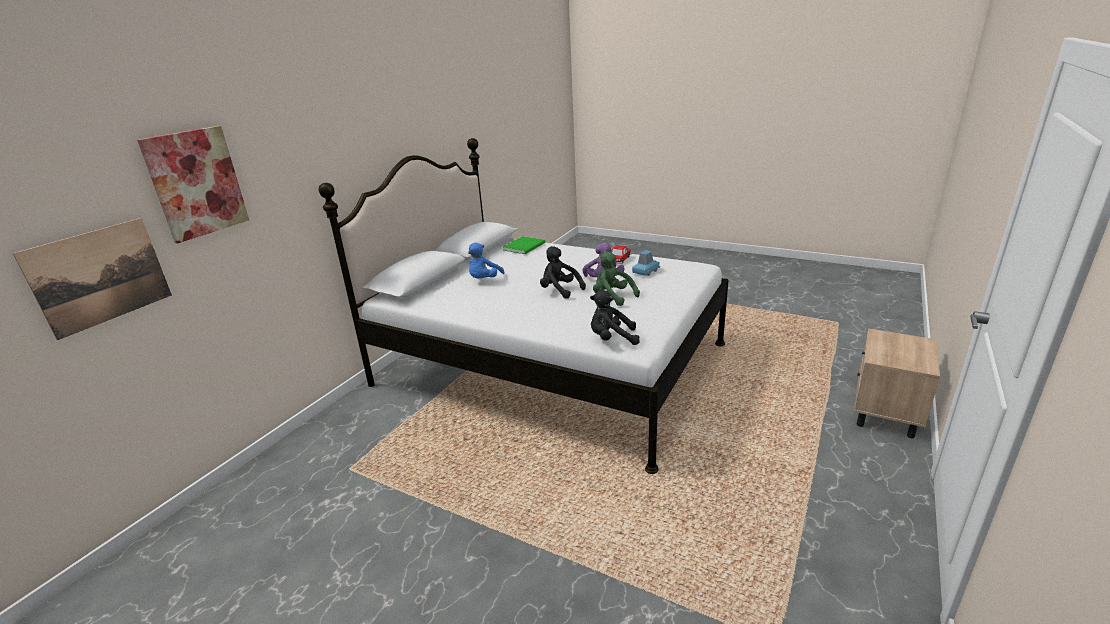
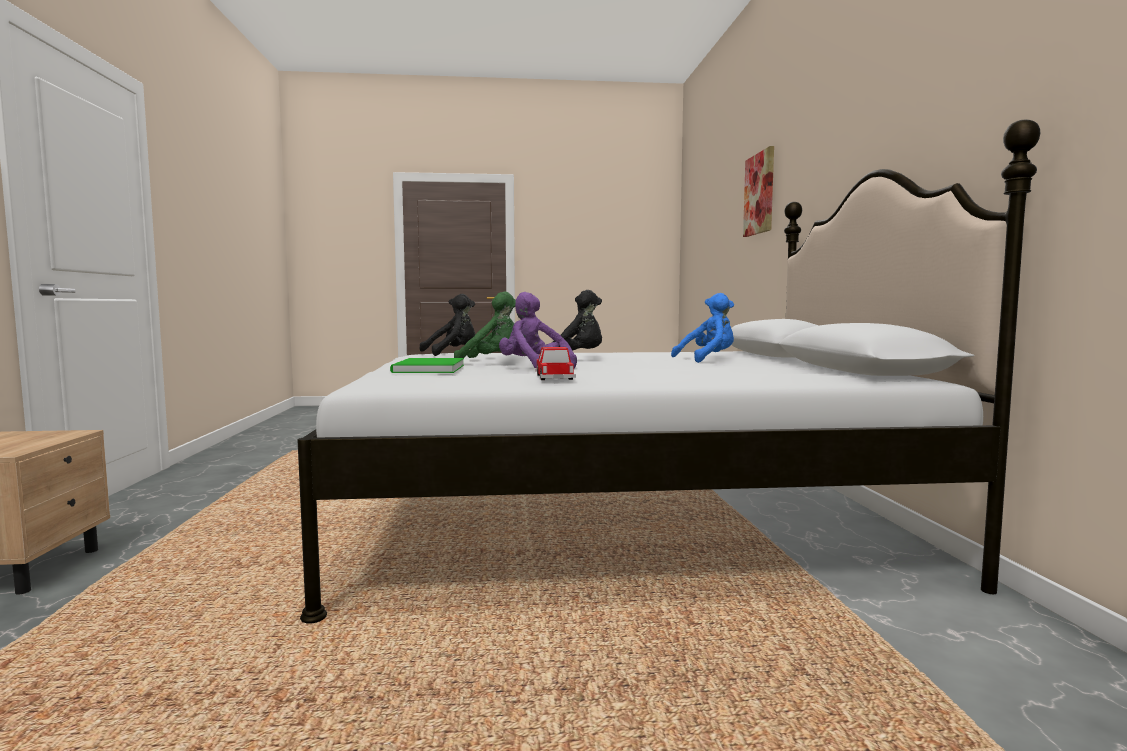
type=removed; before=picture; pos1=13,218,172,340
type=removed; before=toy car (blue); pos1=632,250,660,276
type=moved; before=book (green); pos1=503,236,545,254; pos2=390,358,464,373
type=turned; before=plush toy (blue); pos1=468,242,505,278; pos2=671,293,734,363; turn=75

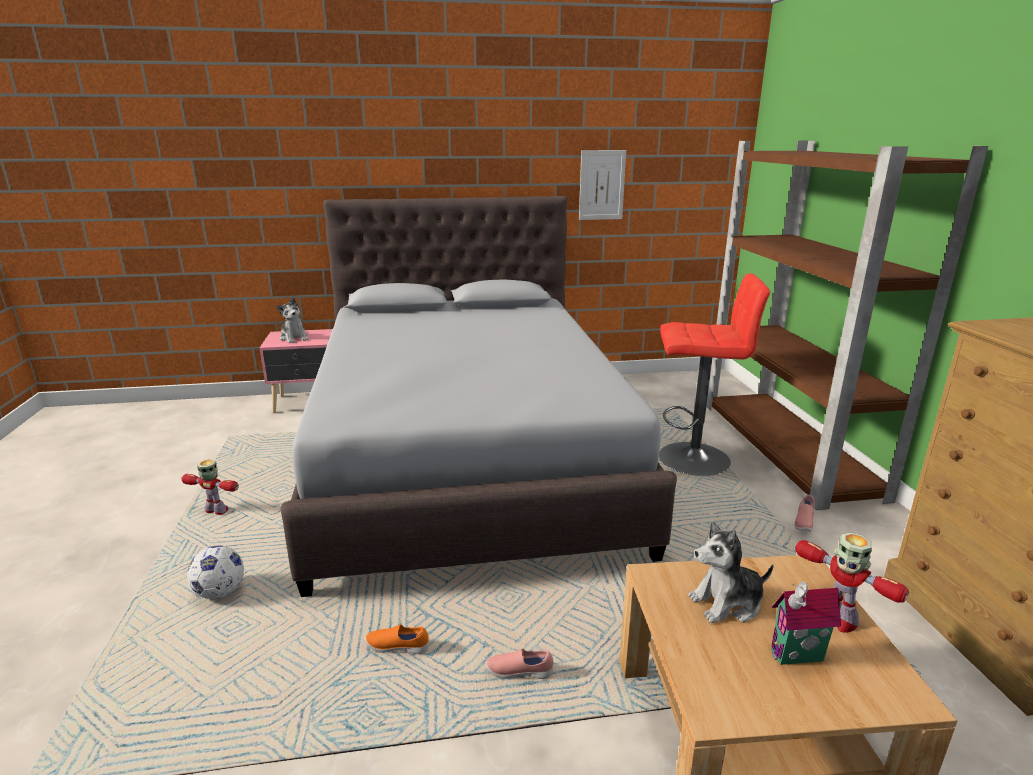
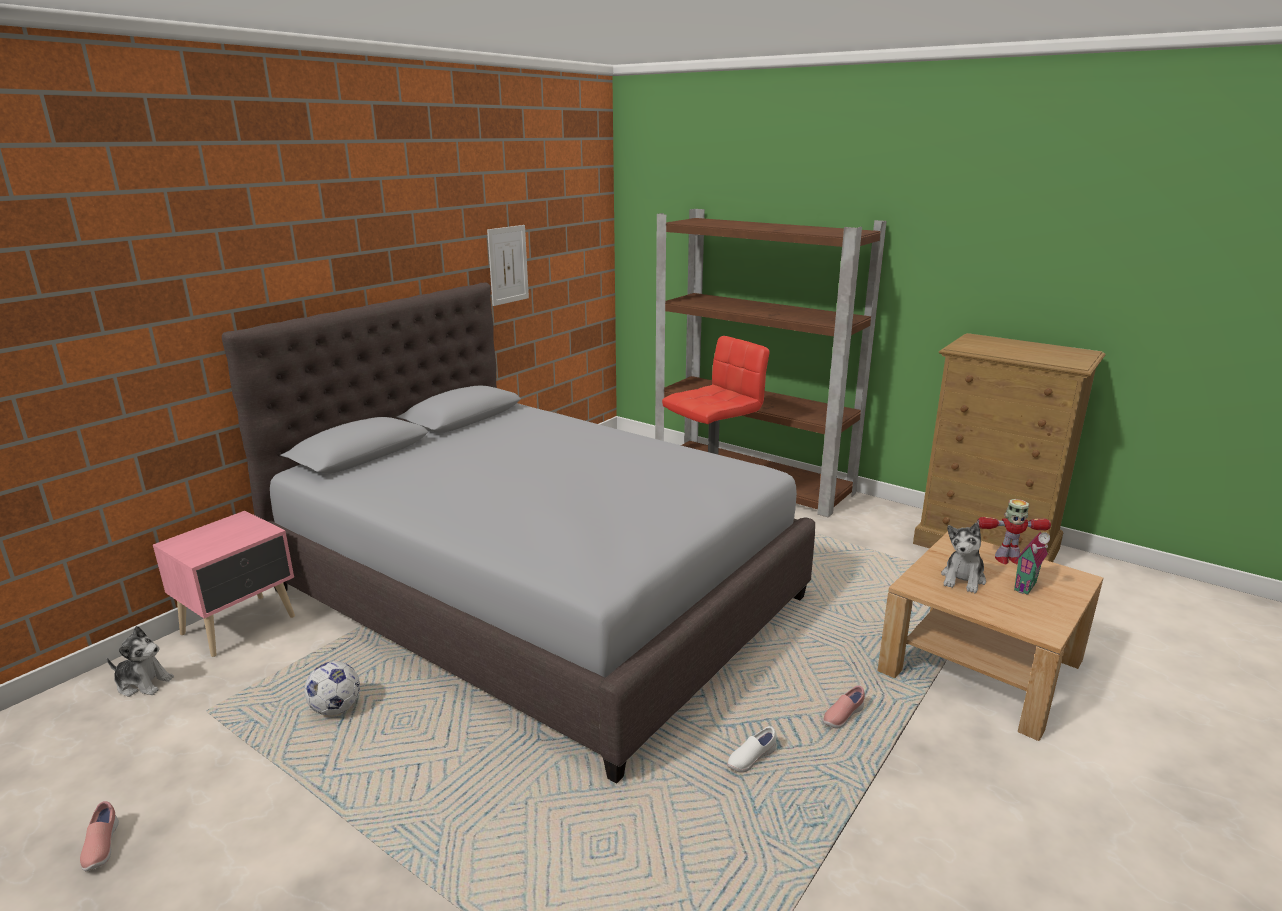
type=removed; before=toy robot; pos1=181,459,239,515
type=moved; before=football; pos1=187,545,244,599; pos2=304,661,360,715
type=moved; before=plush toy; pos1=276,297,308,343; pos2=107,626,174,697
type=moved; before=shoe (pink); pos1=794,495,815,532; pos2=80,801,119,871
type=recoloured; before=shoe (orange); after=shoe (white); pos1=365,625,429,654; pos2=727,726,776,773

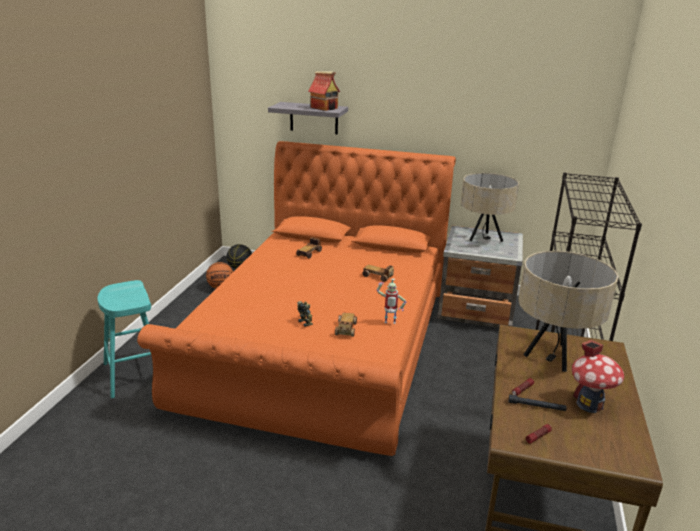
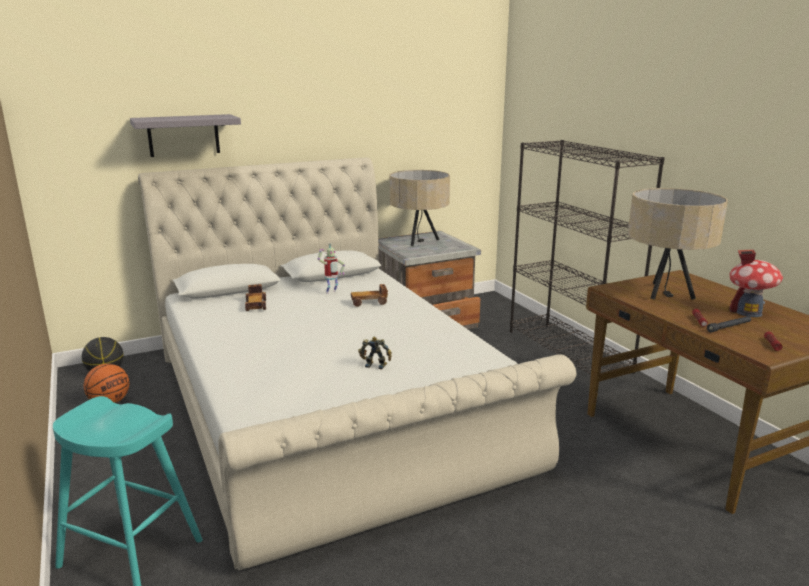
type=removed; before=toy house; pos1=308,71,340,111
type=removed; before=toy car; pos1=335,313,357,337
type=moved; before=toy robot; pos1=377,278,406,324; pos2=318,243,345,294
type=recoloured; before=bed (orange); after=bed (beige); pos1=137,141,456,456; pos2=138,158,576,570

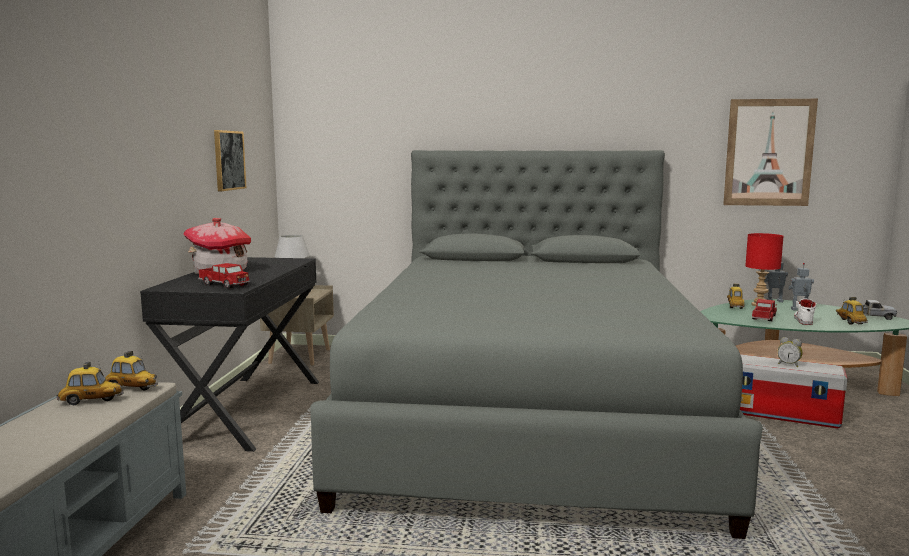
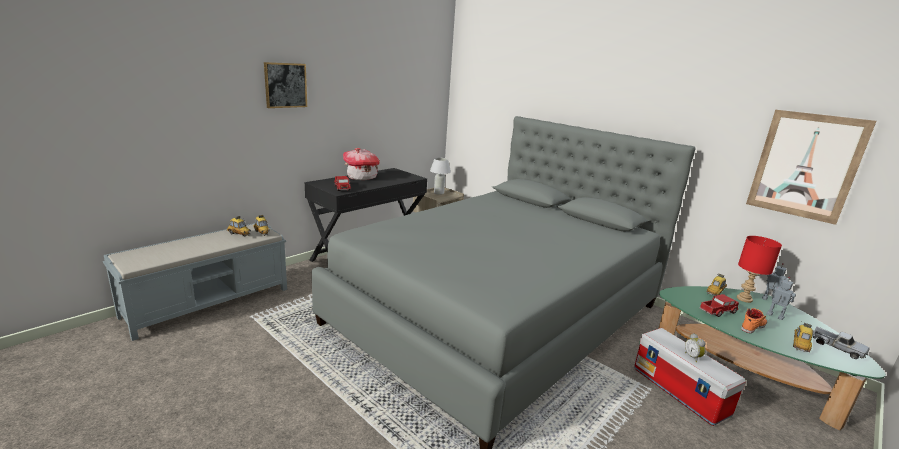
type=moved; before=picture; pos1=214,130,247,191; pos2=264,62,307,108
type=recoloured; before=shoe (white); after=shoe (orange); pos1=794,299,817,325; pos2=741,308,767,333

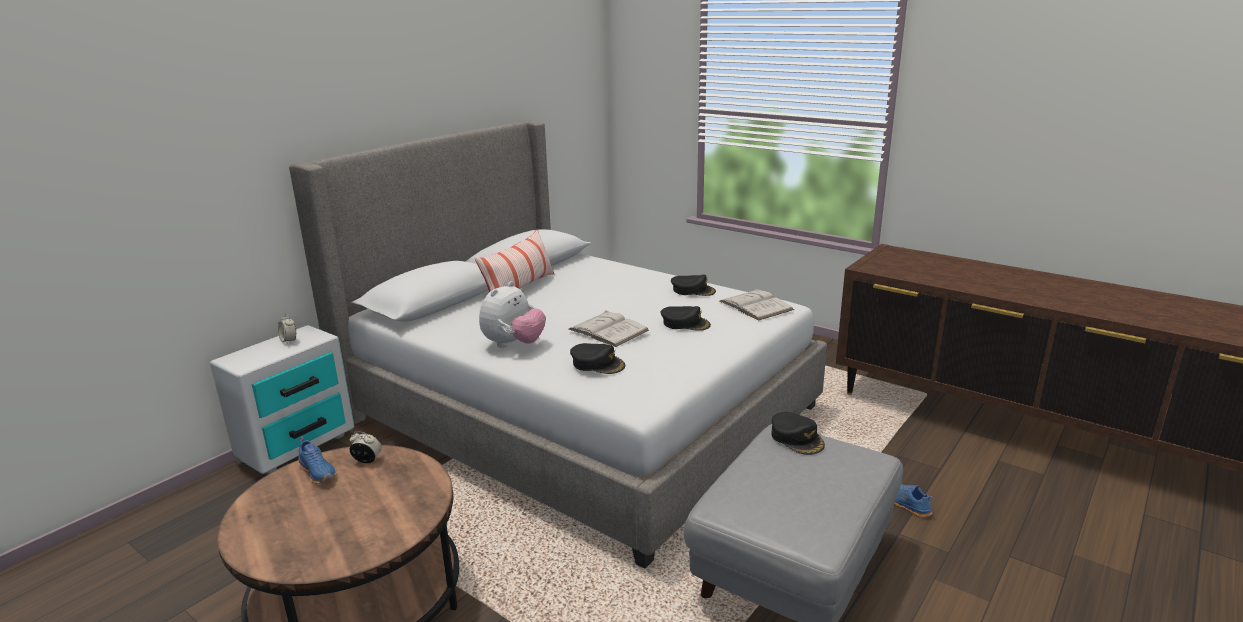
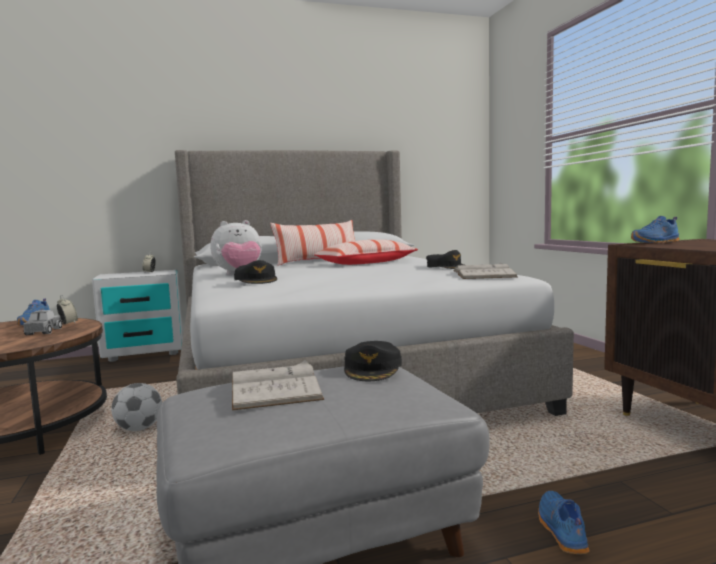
type=removed; before=cap (black); pos1=661,306,711,331
type=added; after=toy truck; pos2=23,310,62,335
type=added; after=football; pos2=111,383,162,431
type=added; after=pillow; pos2=314,239,418,265
type=added; after=shoe (blue); pos2=631,216,680,243
type=moved; before=book (white); pos1=569,310,649,347; pos2=232,359,324,411

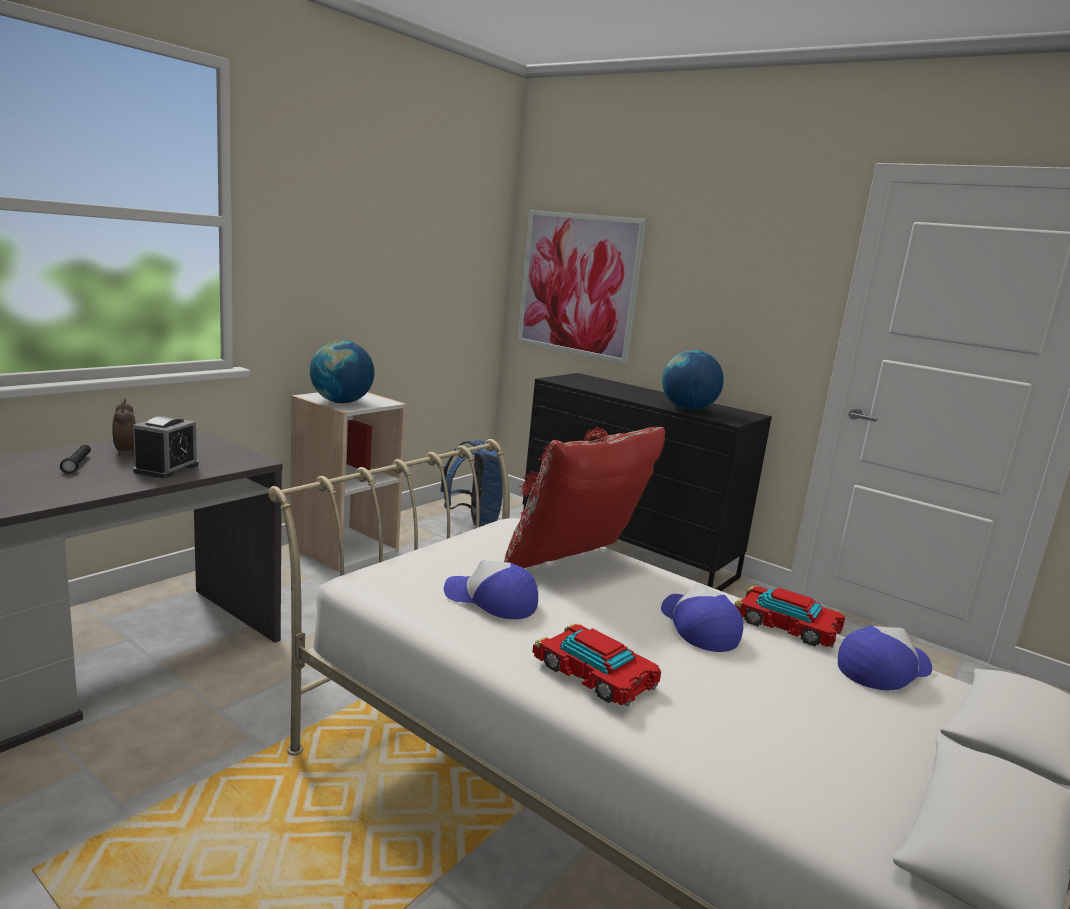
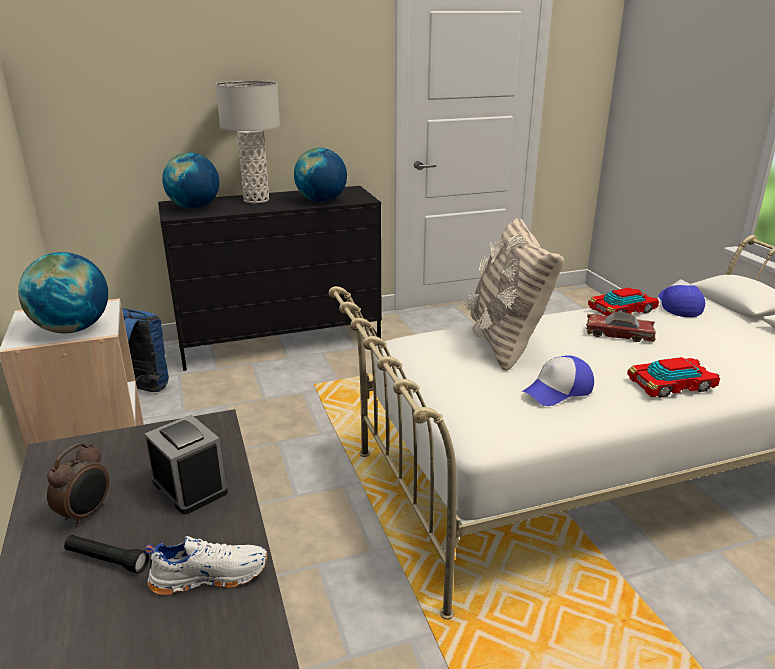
type=removed; before=picture; pos1=517,210,646,364
type=added; after=shoe (white); pos2=145,536,267,596
type=added; after=globe; pos2=162,153,219,209
type=added; after=table lamp (white); pos2=216,81,280,203
type=replaced; before=cap; after=toy car; pos1=661,584,743,652; pos2=586,312,656,342
type=recoloured; before=pillow (red); after=pillow (beige); pos1=504,427,665,568; pos2=463,218,564,371
type=turned; before=alarm clock; pos1=112,398,136,456; pos2=47,443,109,527; turn=-75

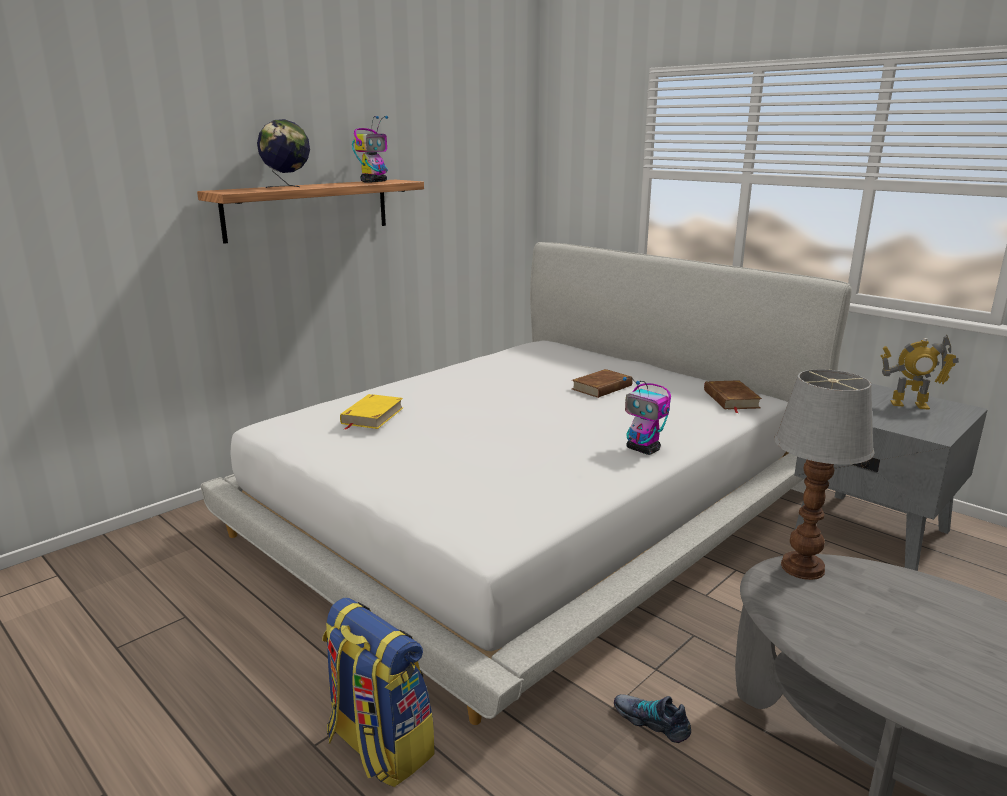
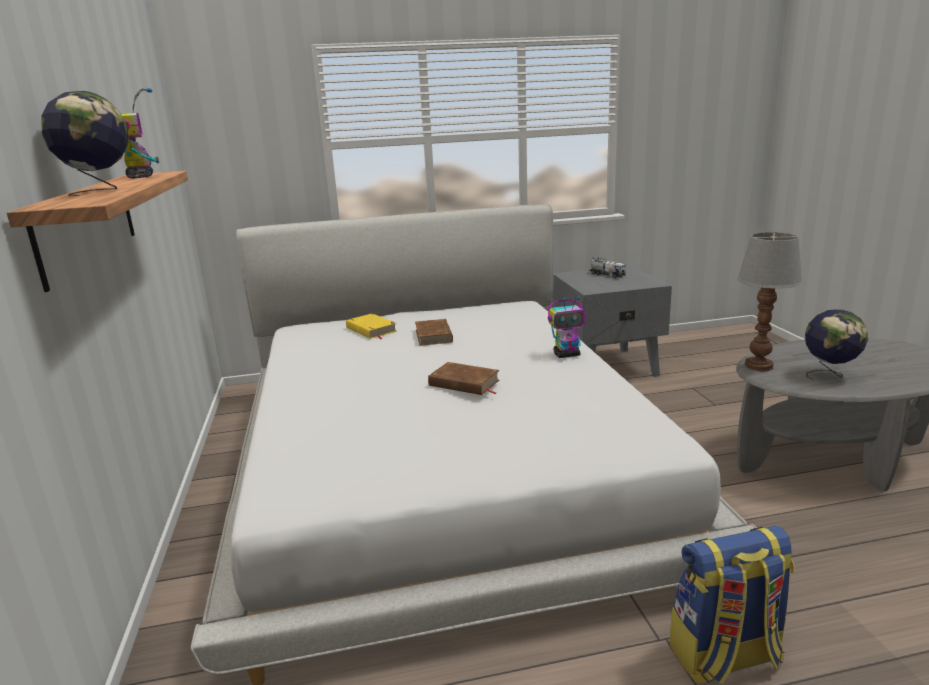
type=removed; before=shoe; pos1=614,694,691,743
type=added; after=globe; pos2=805,309,868,380
type=moved; before=book (yellow); pos1=340,394,403,430; pos2=346,313,397,339
type=moved; before=book (brown); pos1=704,380,762,413; pos2=428,362,499,395
type=replaced; before=toy robot; after=toy truck; pos1=880,335,959,410; pos2=589,257,626,278

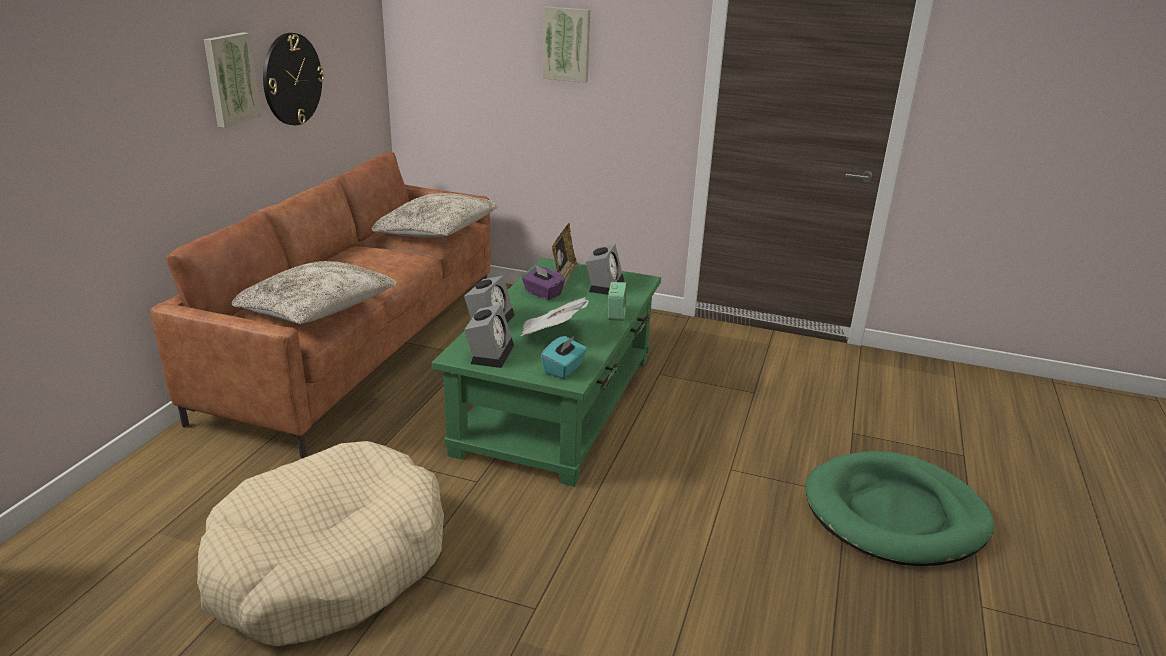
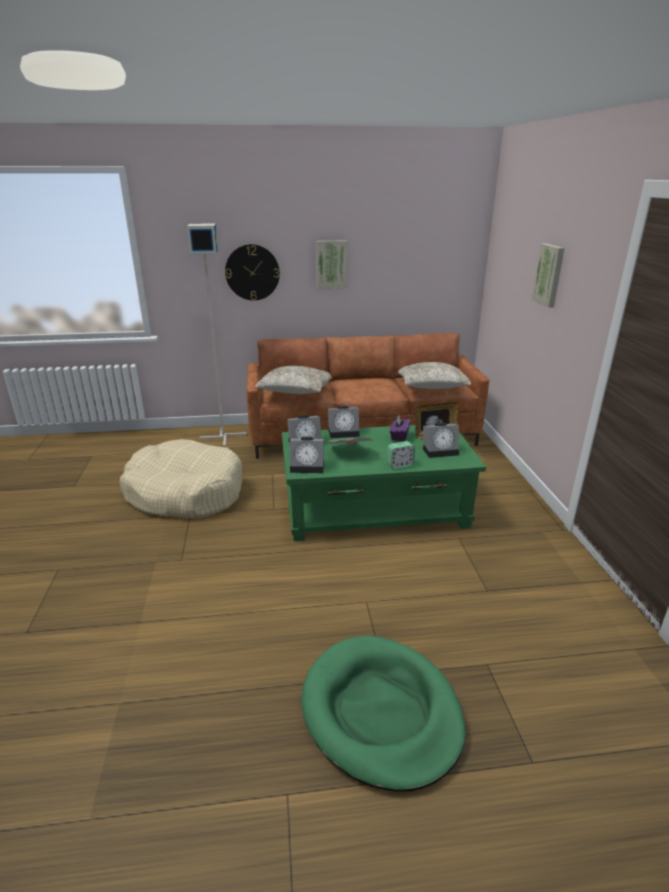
type=added; after=floor lamp (grey); pos2=187,223,247,447
type=moved; before=wall clock; pos1=263,33,324,125; pos2=225,244,280,300
type=replaced; before=tissue box (turquoise); after=alarm clock; pos1=541,336,587,379; pos2=290,437,324,473

